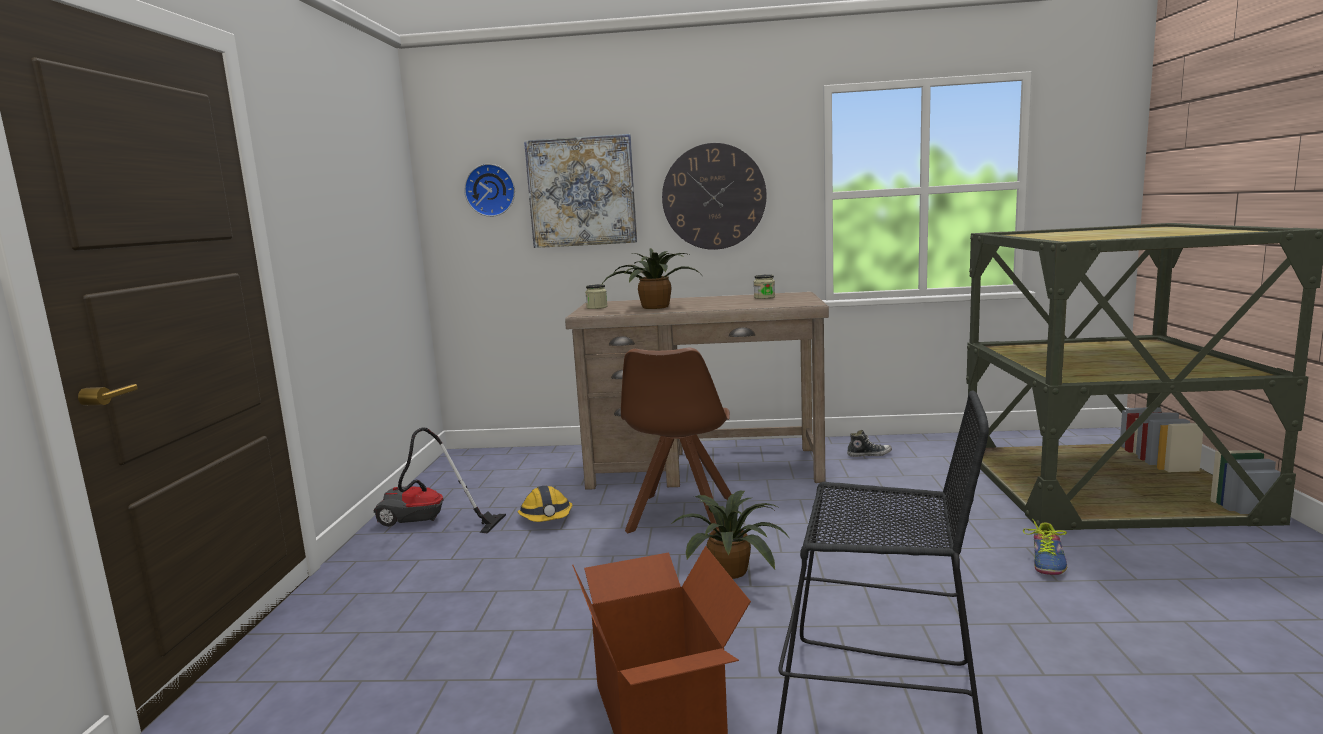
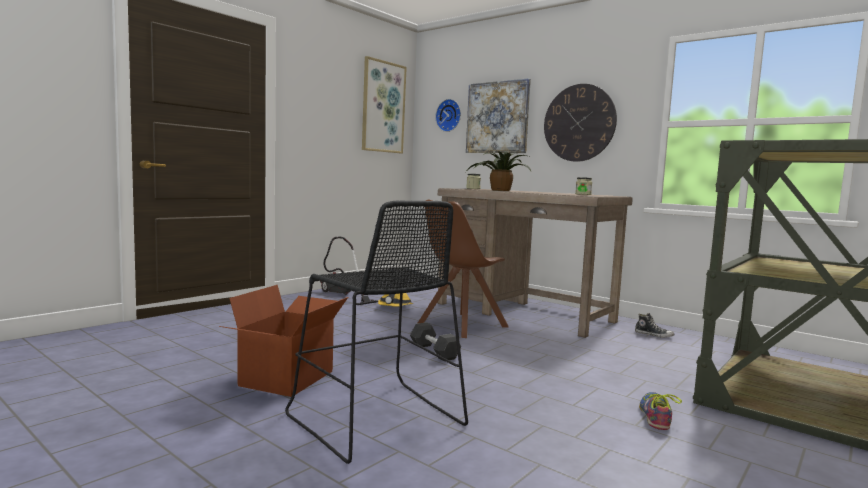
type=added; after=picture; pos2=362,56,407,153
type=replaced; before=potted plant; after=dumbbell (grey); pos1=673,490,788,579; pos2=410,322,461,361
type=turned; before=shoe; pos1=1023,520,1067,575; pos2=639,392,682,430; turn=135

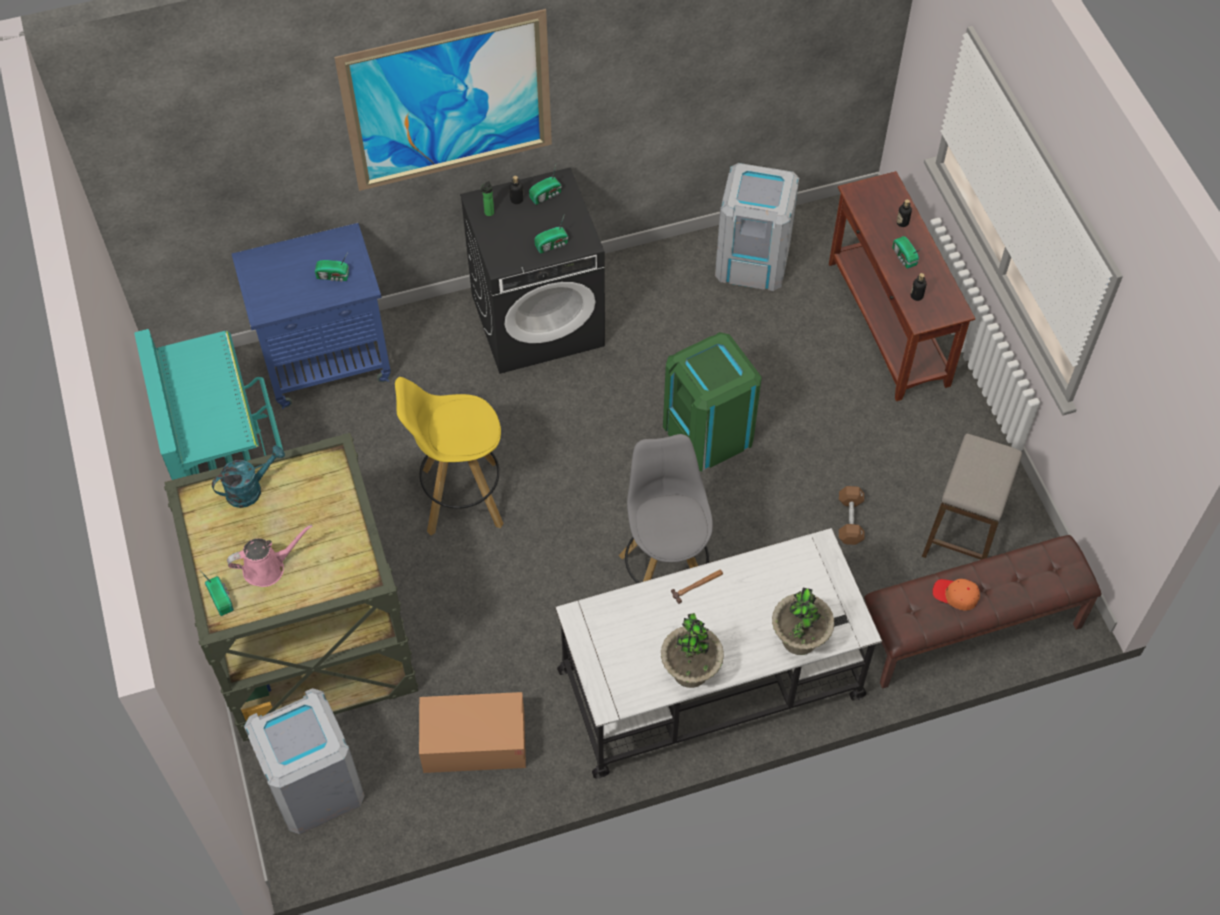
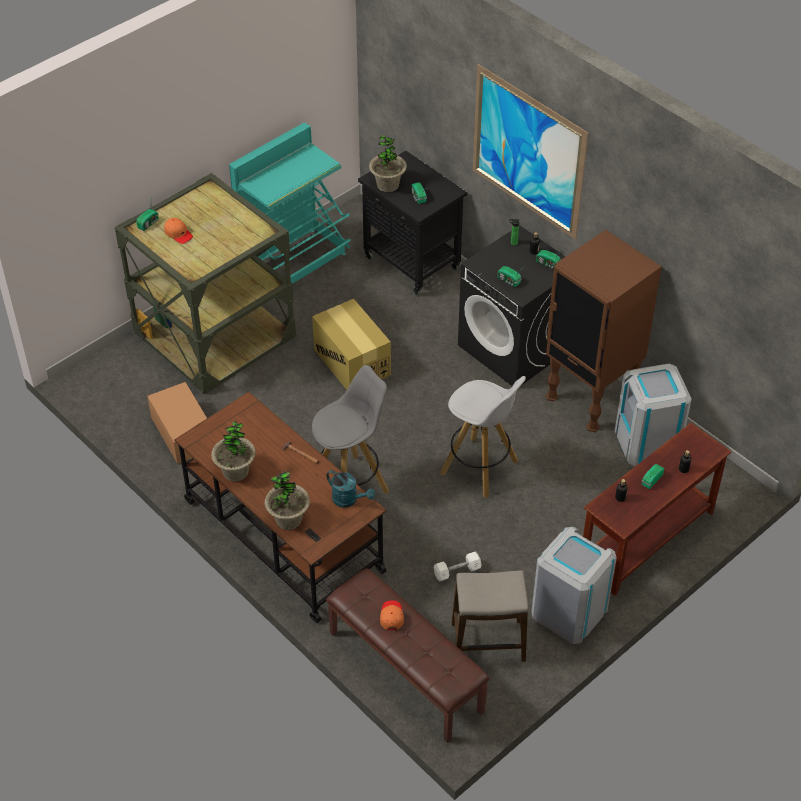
type=added; after=potted plant; pos2=369,135,407,192
type=added; after=cabinet (brown); pos2=546,230,662,432
type=moved; before=watering can (turquoise); pos1=212,445,285,508; pos2=326,470,375,508
type=moved; before=trash can (grey); pos1=244,688,365,834; pos2=531,527,617,644
type=replaced; before=watering can (pink); after=cap (orange); pos1=227,524,313,587; pos2=164,218,193,244
type=replaced; before=stool (yellow); after=cardboard box; pos1=395,377,503,535; pos2=312,299,391,390
type=replaced; before=trash can (green); after=stool (white); pos1=663,332,762,472; pos2=441,376,526,498
type=recoloured; before=cart (blue); after=cart (black); pos1=232,223,391,409; pos2=358,151,467,296
type=recoloured; before=desk (white); after=desk (brown); pos1=555,528,882,778; pos2=174,392,387,623
type=recoloured; before=dumbbell (brown); after=dumbbell (white); pos1=839,486,864,545; pos2=434,552,481,581

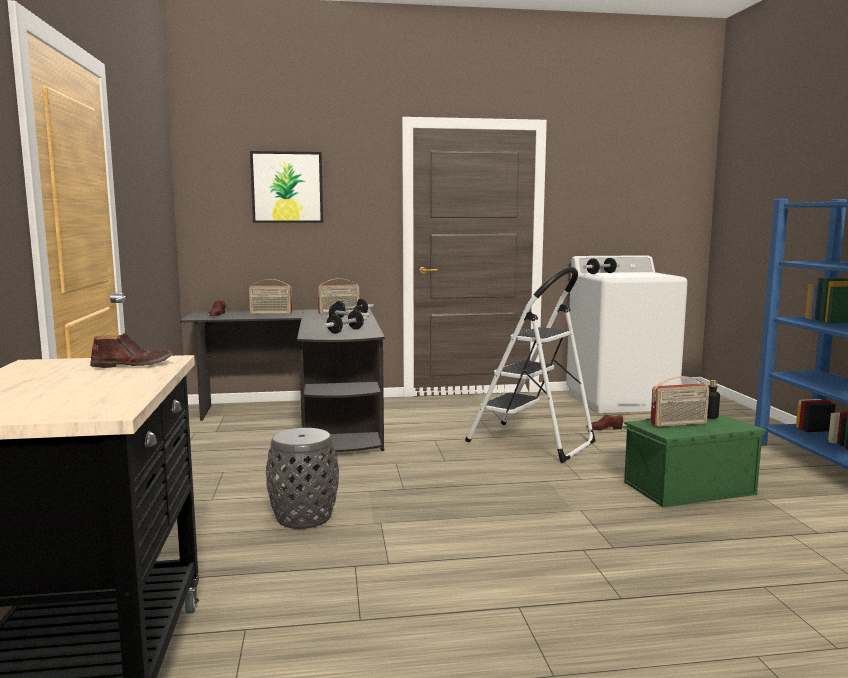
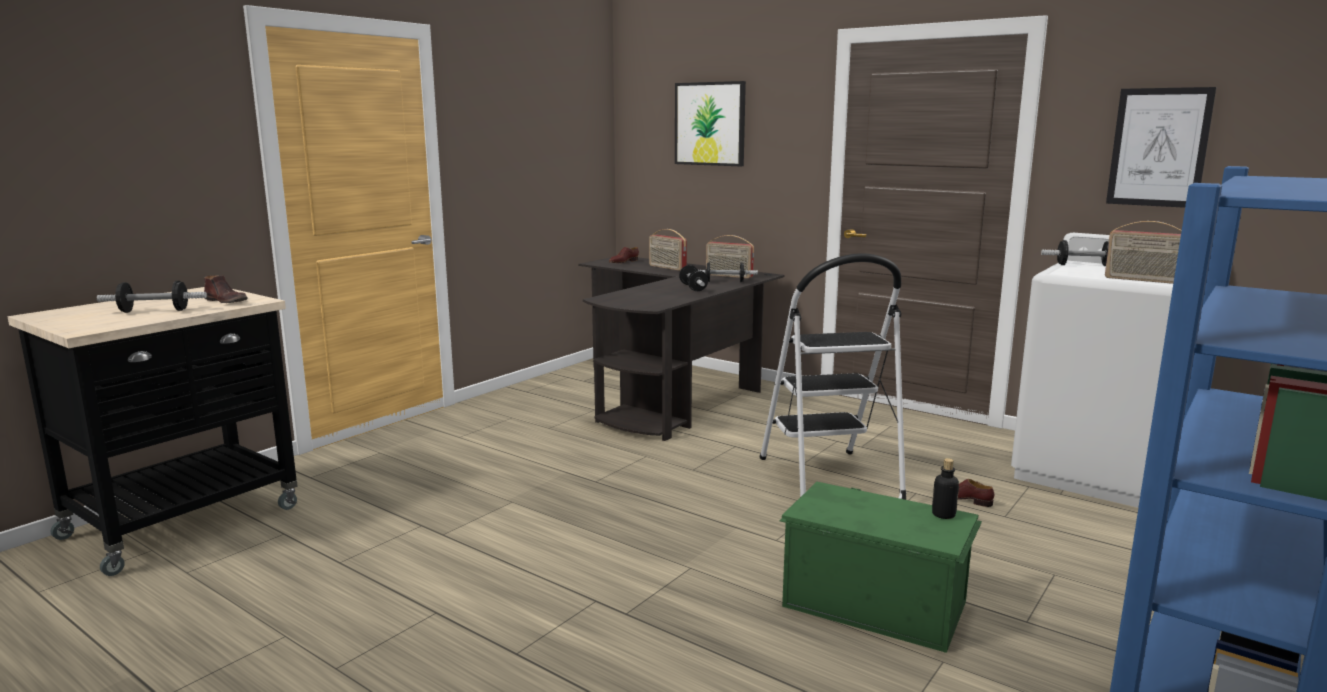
type=removed; before=stool (grey); pos1=266,428,339,529
type=added; after=picture; pos2=1106,87,1216,208
type=moved; before=dumbbell; pos1=322,311,367,334; pos2=97,281,207,313
type=moved; before=radio; pos1=650,376,709,427; pos2=1105,221,1182,284

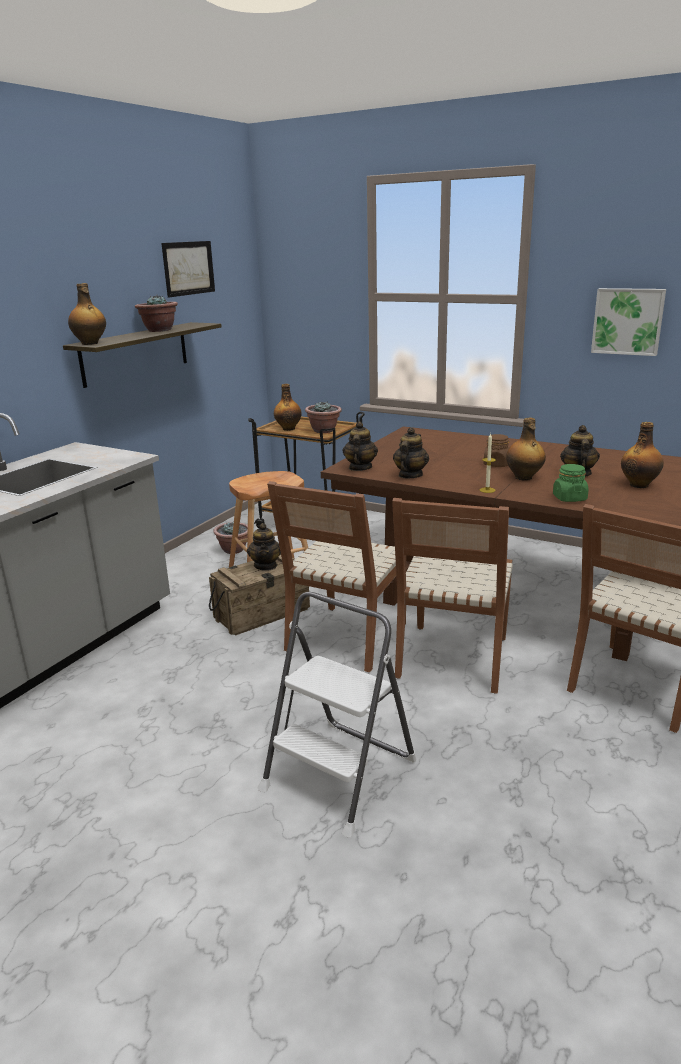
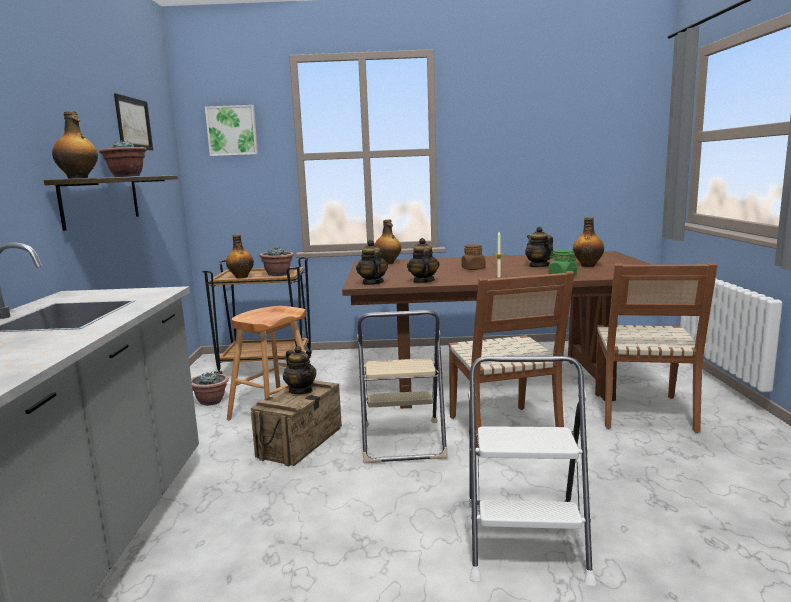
type=moved; before=bottle; pos1=506,418,546,481; pos2=375,219,401,264
type=moved; before=picture; pos1=591,288,666,356; pos2=205,105,258,156
type=replaced; before=chair; after=step ladder (beige); pos1=267,481,406,672; pos2=357,310,448,463

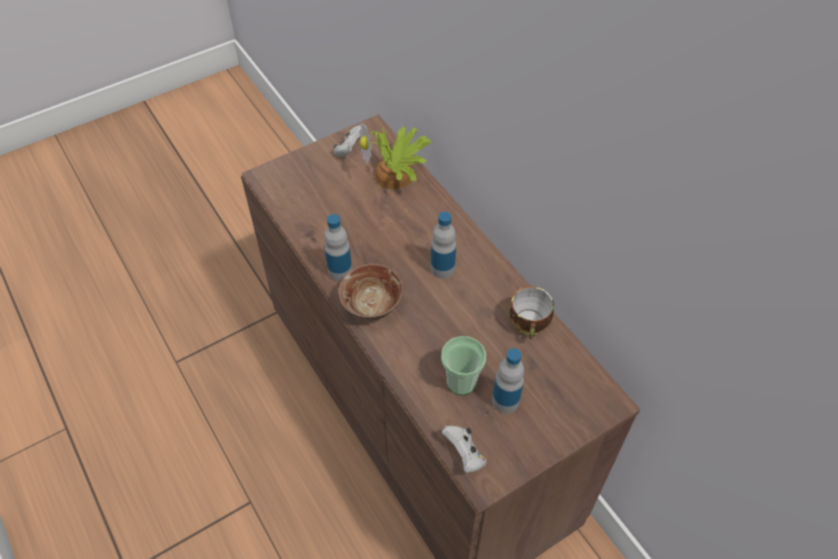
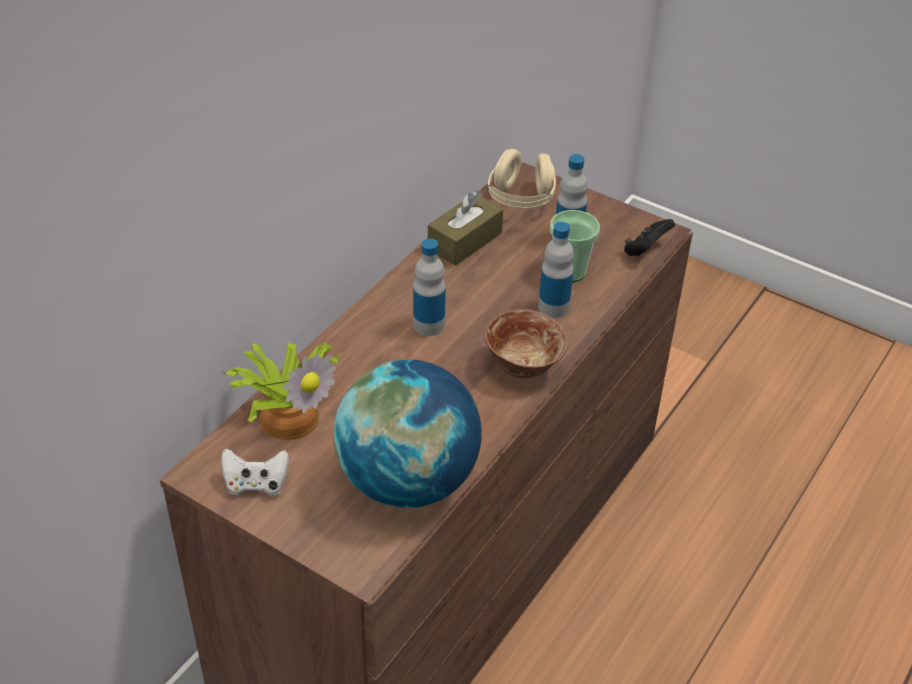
type=added; after=globe; pos2=333,359,482,508
type=added; after=headphones (beige); pos2=488,149,556,209
type=moved; before=bottle; pos1=324,214,352,281; pos2=538,222,574,318
type=replaced; before=cup; after=tissue box (brown); pos1=509,286,554,339; pos2=428,191,503,266
type=recoloured; before=game controller (white); after=game controller (black); pos1=442,426,486,473; pos2=624,219,675,256

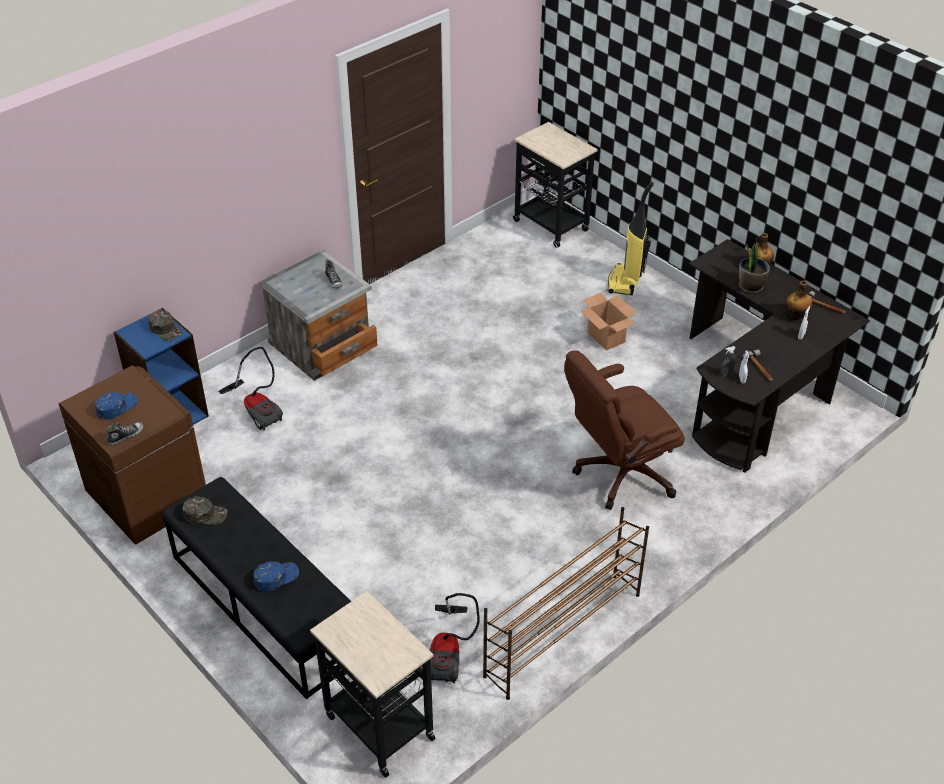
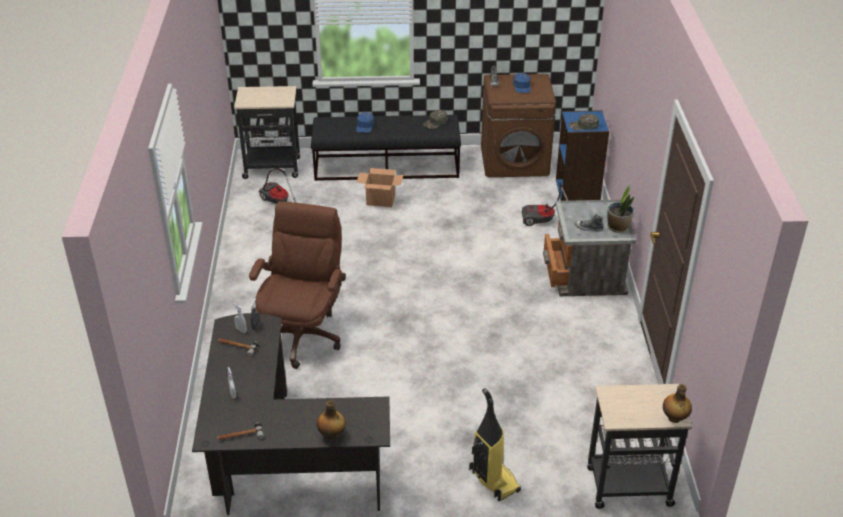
type=removed; before=shoe rack (brown); pos1=483,507,649,700
type=moved; before=cardboard box; pos1=580,293,637,351; pos2=356,168,403,207
type=moved; before=potted plant; pos1=739,237,770,294; pos2=607,184,634,233
type=moved; before=bottle; pos1=785,280,812,320; pos2=663,384,692,423

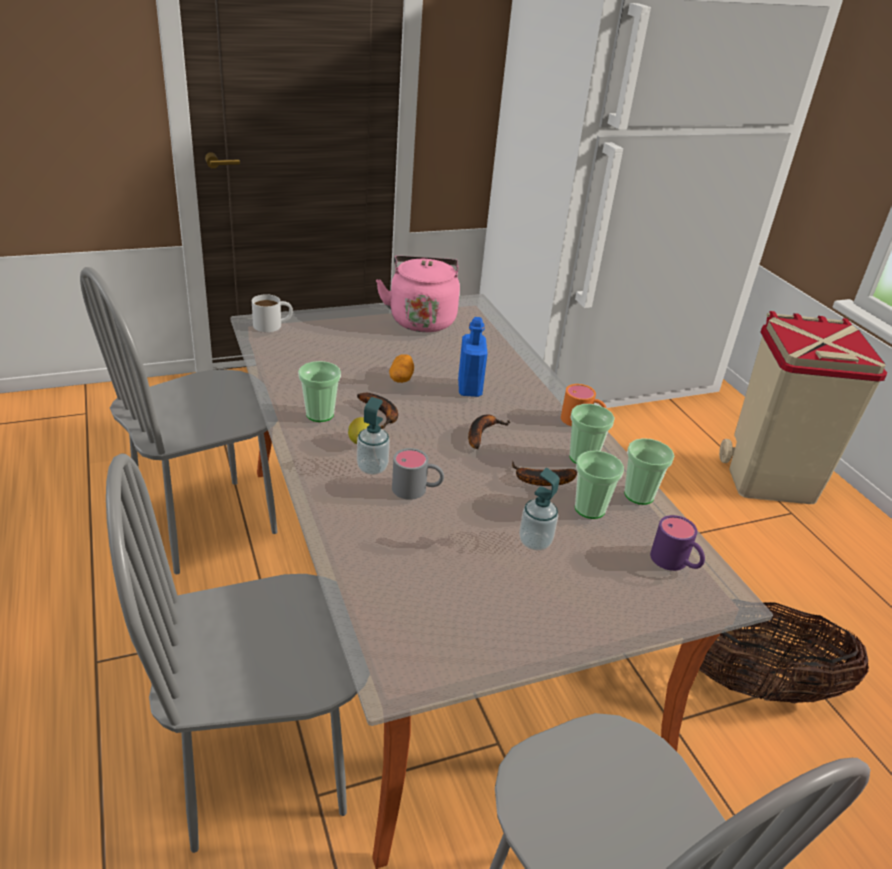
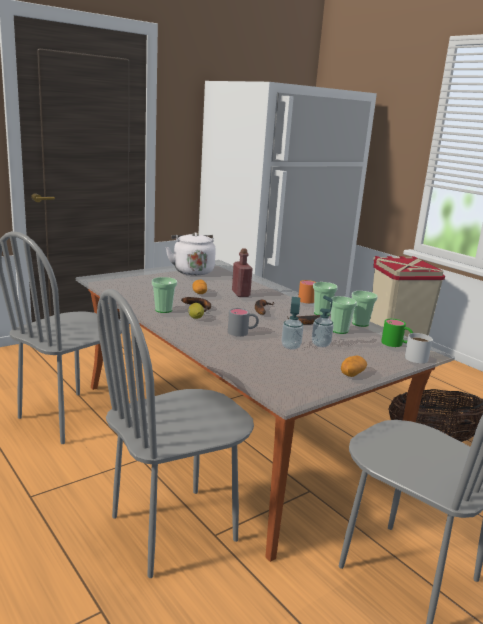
type=added; after=potato; pos2=341,356,367,377
type=moved; before=mug (white); pos1=252,294,293,332; pos2=405,333,432,363
type=moved; before=soap dispenser; pos1=357,397,390,475; pos2=281,297,304,350
type=recoloured; before=kettle (pink); after=kettle (white); pos1=376,256,460,332; pos2=166,232,216,275
type=recoloured; before=bottle (blue); after=bottle (red); pos1=458,317,488,397; pos2=232,249,253,297
type=recoloured; before=mug (purple); after=mug (green); pos1=650,515,705,571; pos2=381,319,413,347

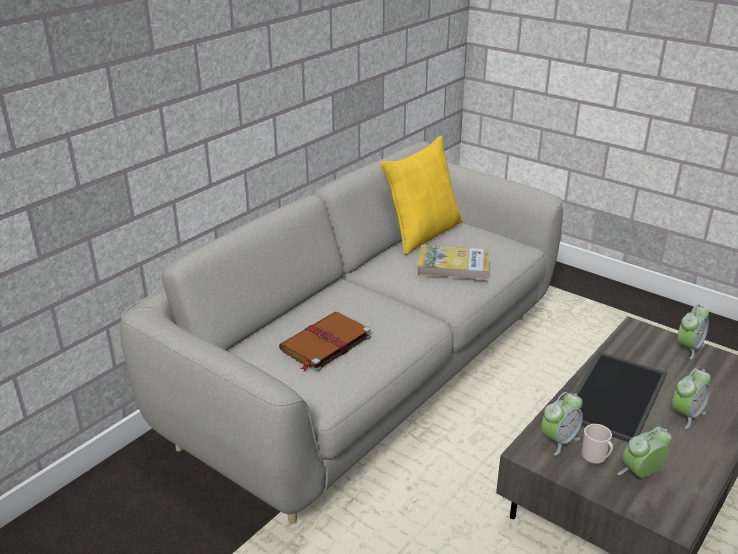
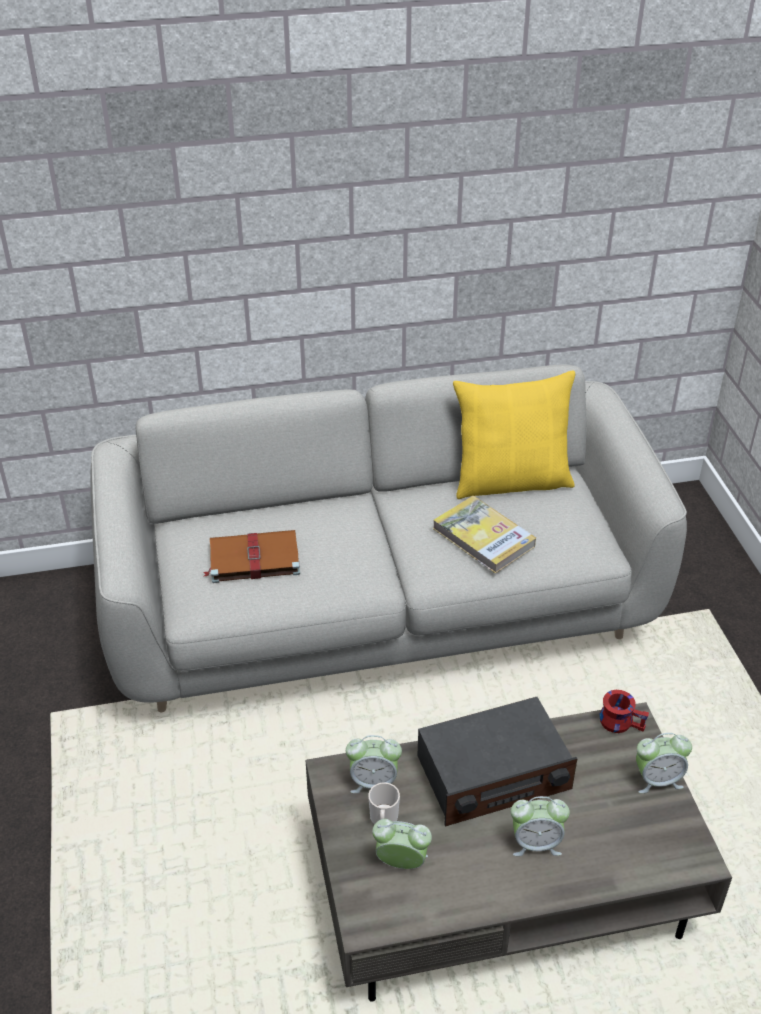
type=added; after=mug (red); pos2=600,690,649,733
type=replaced; before=tray; after=radio; pos1=574,352,667,443; pos2=417,697,577,827

